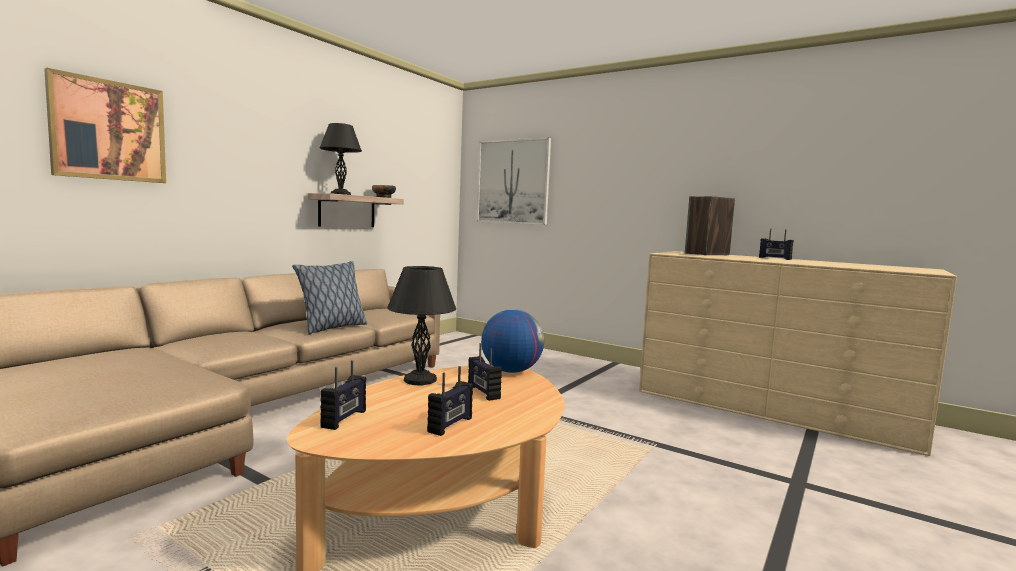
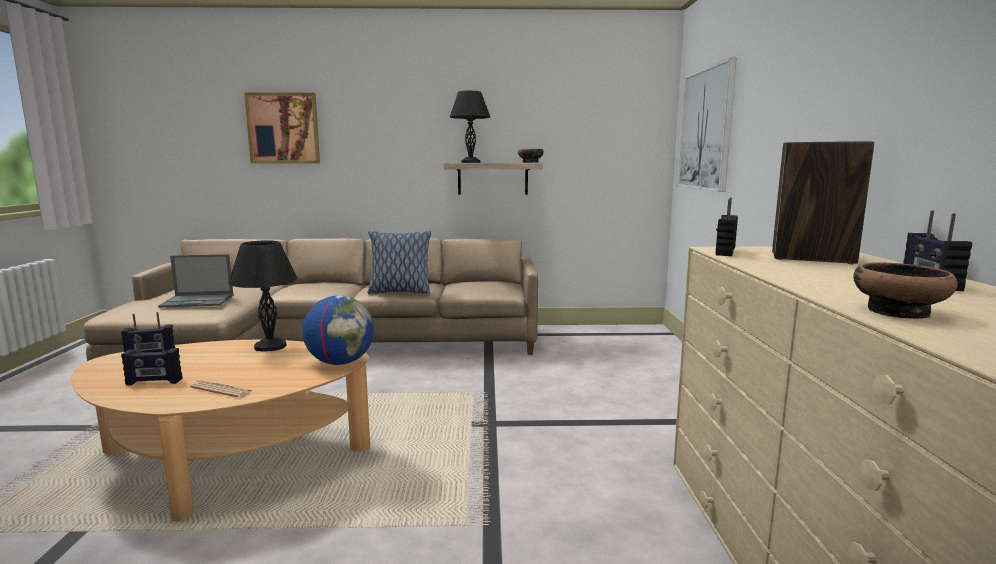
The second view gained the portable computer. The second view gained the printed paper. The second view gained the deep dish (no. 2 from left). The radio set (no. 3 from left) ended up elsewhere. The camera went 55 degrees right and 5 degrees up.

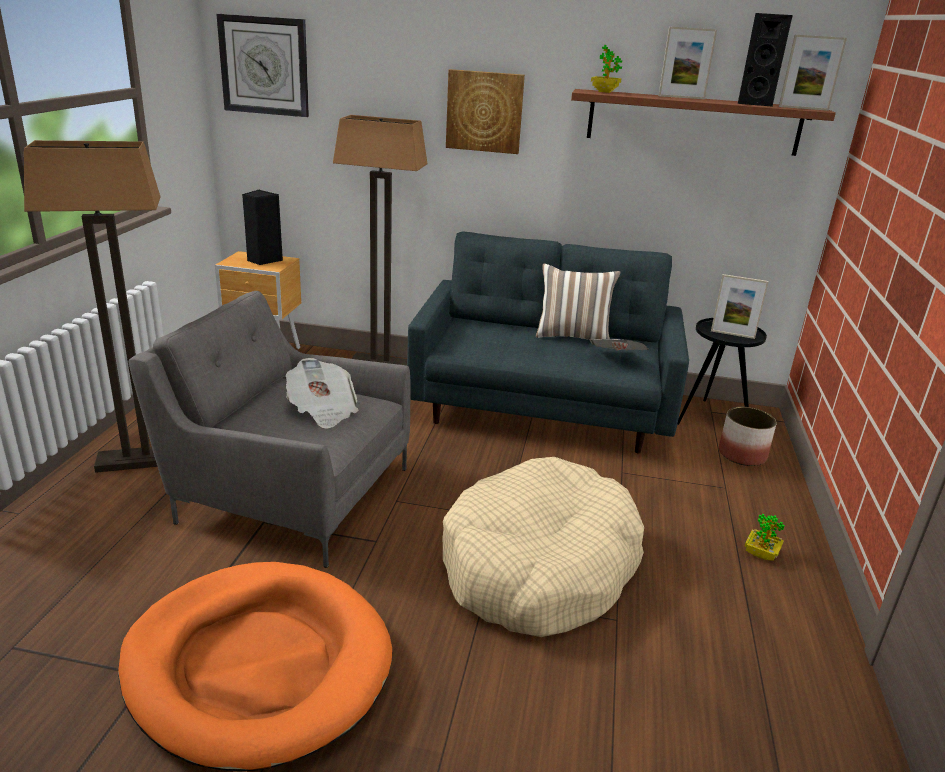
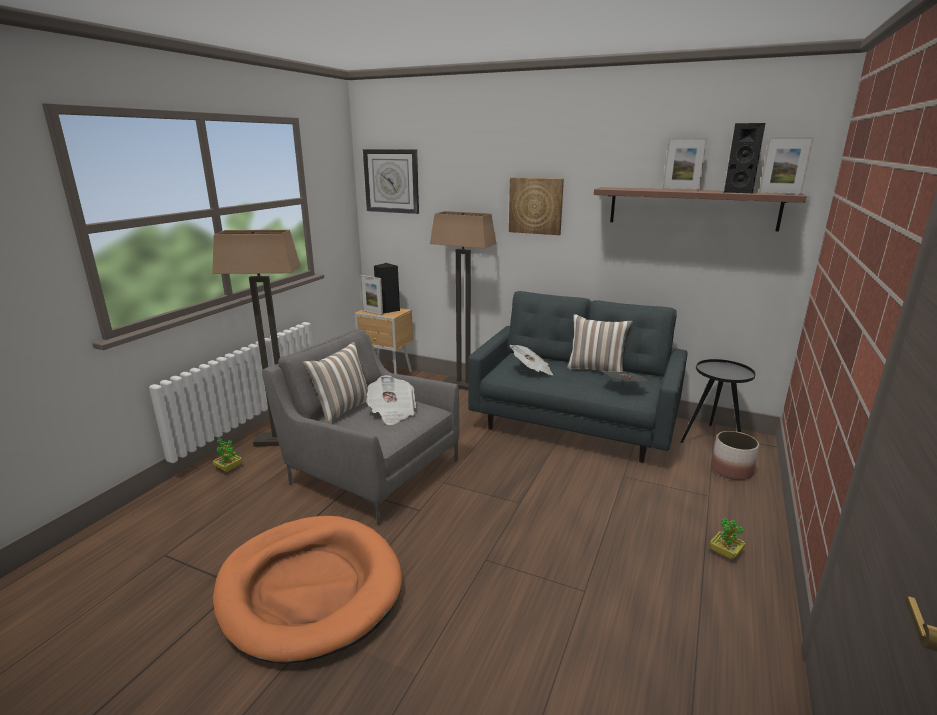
The second view lost the dog bed (sand-coloured). The second view gained the pillow (no. 1 from left). The second view gained the printed paper (no. 2 from left). The houseplant (no. 1 from left) ended up elsewhere. The picture frame (no. 2 from left in the first image) ended up elsewhere. The camera went 15 degrees right and 5 degrees down.

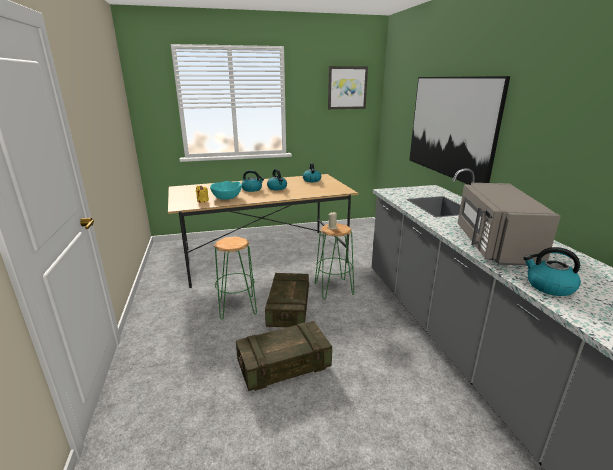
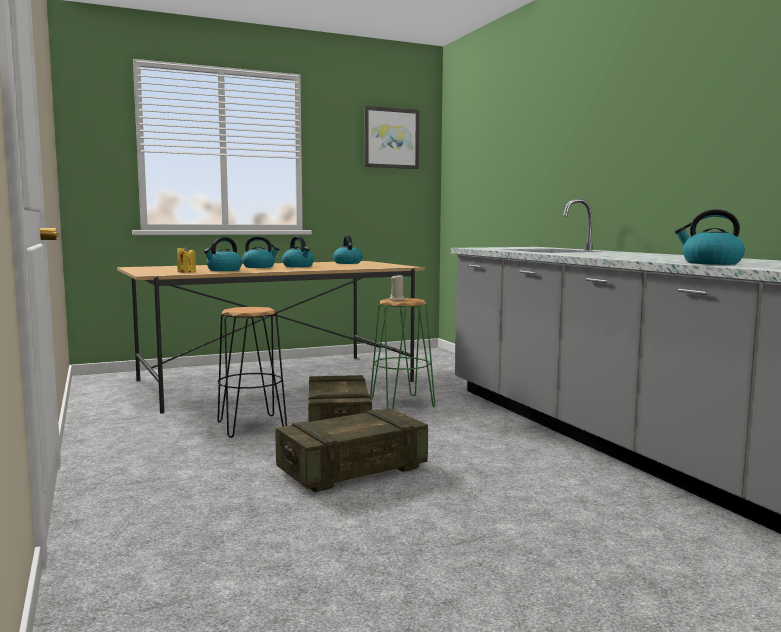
The second view lost the wall art (no. 2 from left). The second view lost the microwave (greyish). Where the deep dish (turquoise) stood, the tea kettle (no. 1 from left) came to stand. What was the stool (green) (no. 1 from left) turned into the stool (black). The camera went 10 degrees left and 15 degrees down.

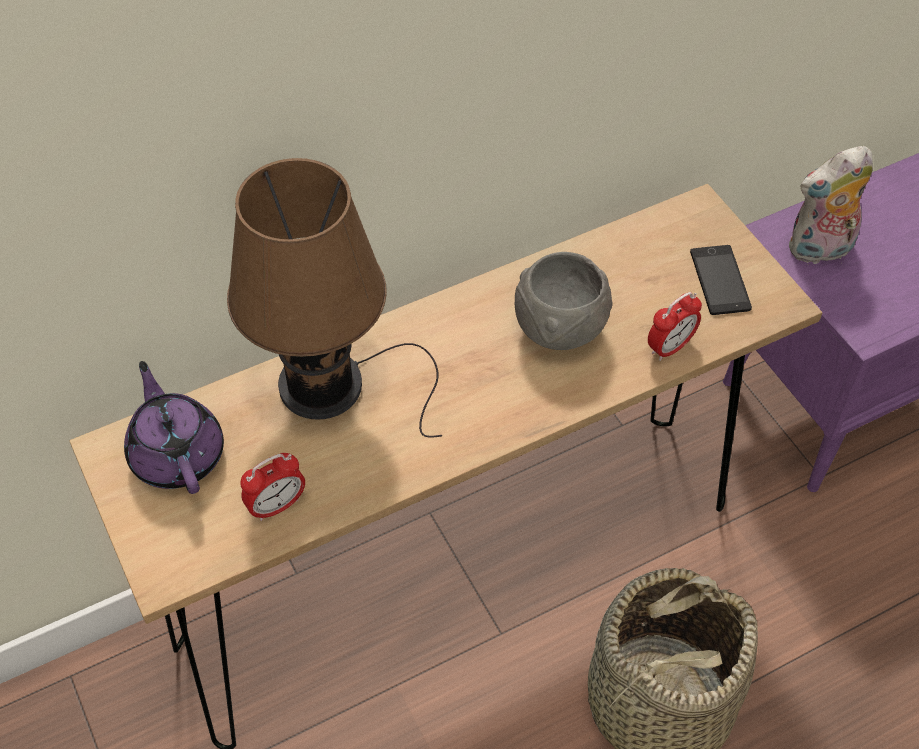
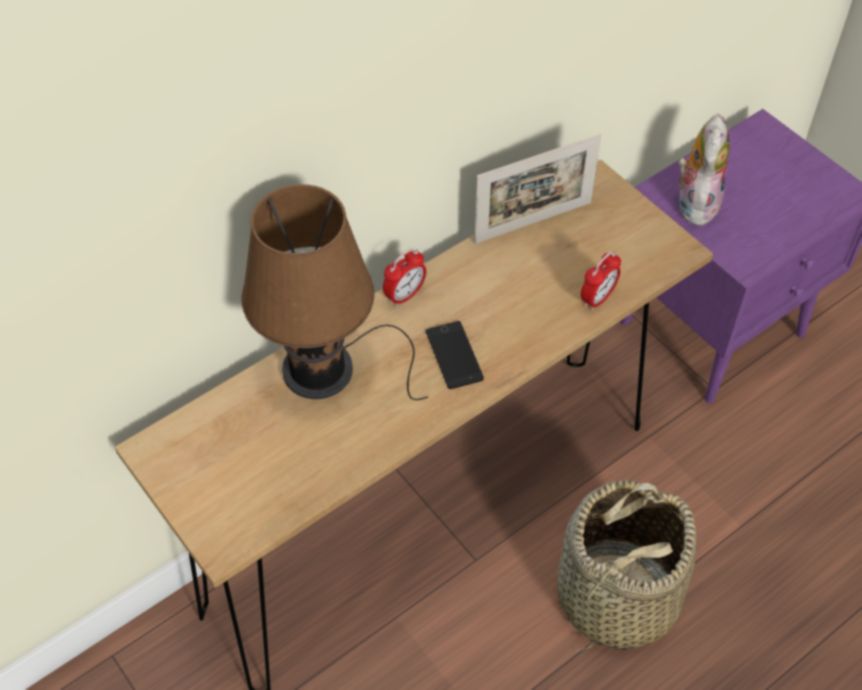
The second view lost the teapot (purple). The second view lost the deep dish (greyish). The second view gained the picture frame. The table clock (no. 1 from left) ended up elsewhere. The phone ended up elsewhere. The soft toy ended up facing another way, 135 degrees clockwise from before. The camera went 10 degrees left and 0 degrees up.

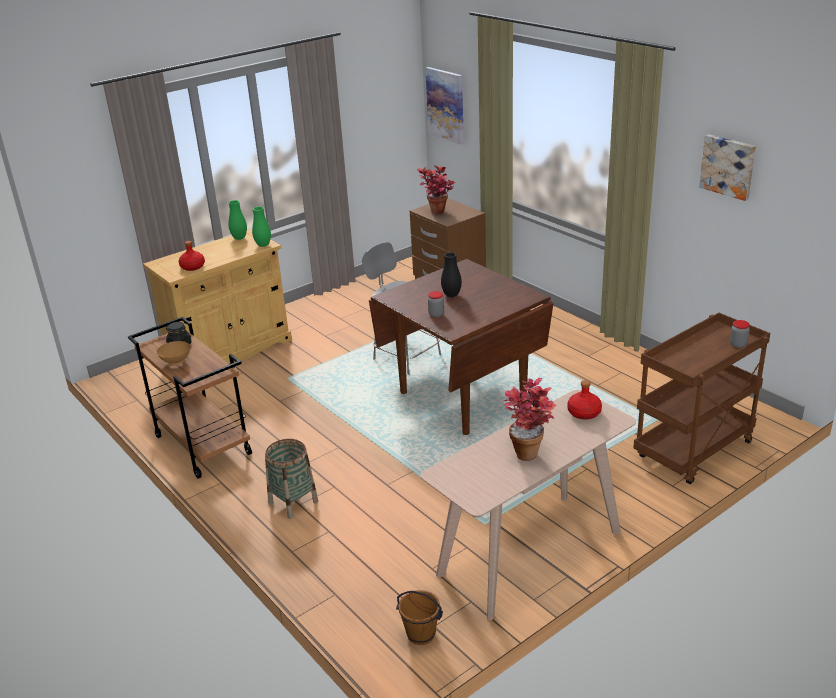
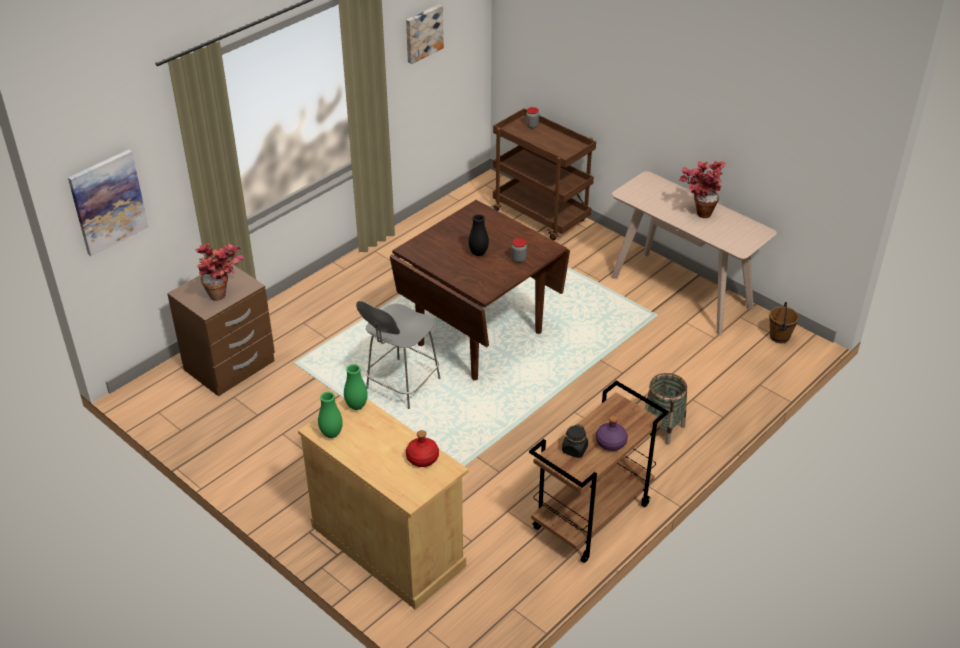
The second view lost the beverage bottle (red-coloured) (no. 2 from left). Where the deep dish (brownish) stood, the beverage bottle (purple) came to stand. The camera went 100 degrees left and 10 degrees up.

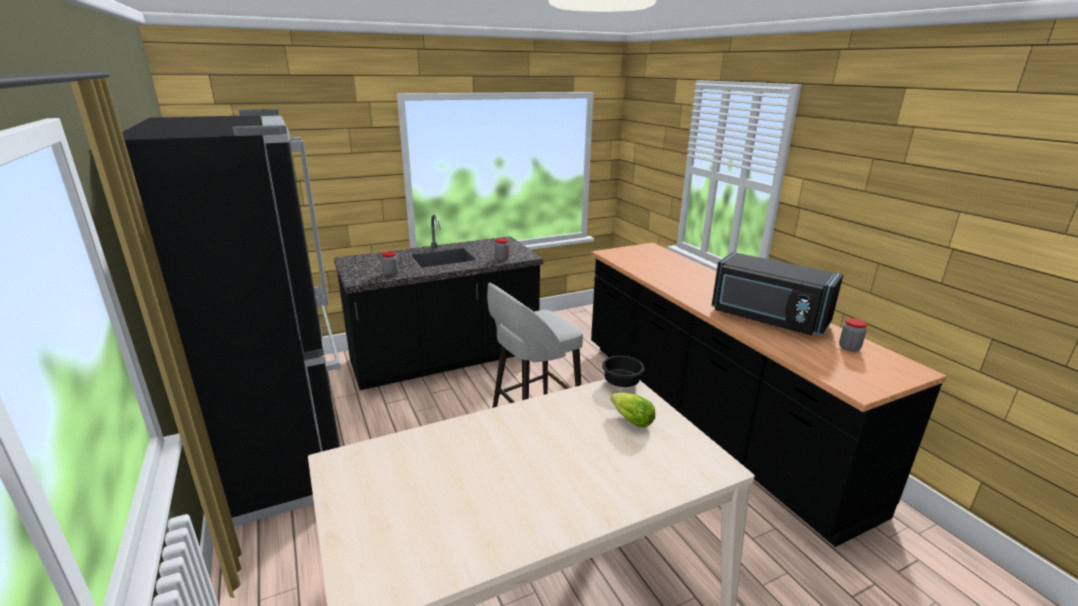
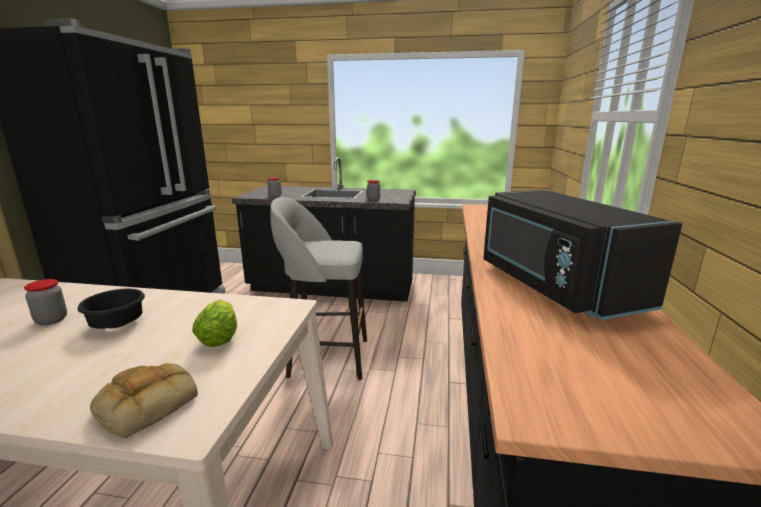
The second view gained the bread. The deep dish (black) ended up elsewhere. The jar (no. 3 from left in the first image) ended up elsewhere. The camera went 35 degrees right and 5 degrees down.

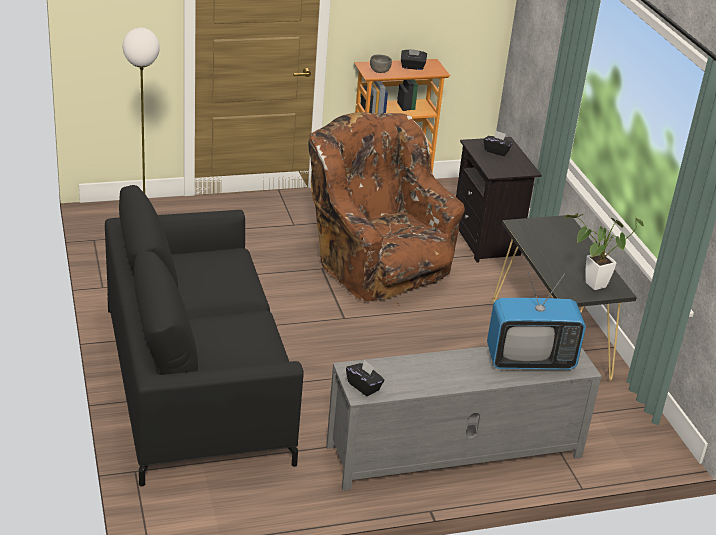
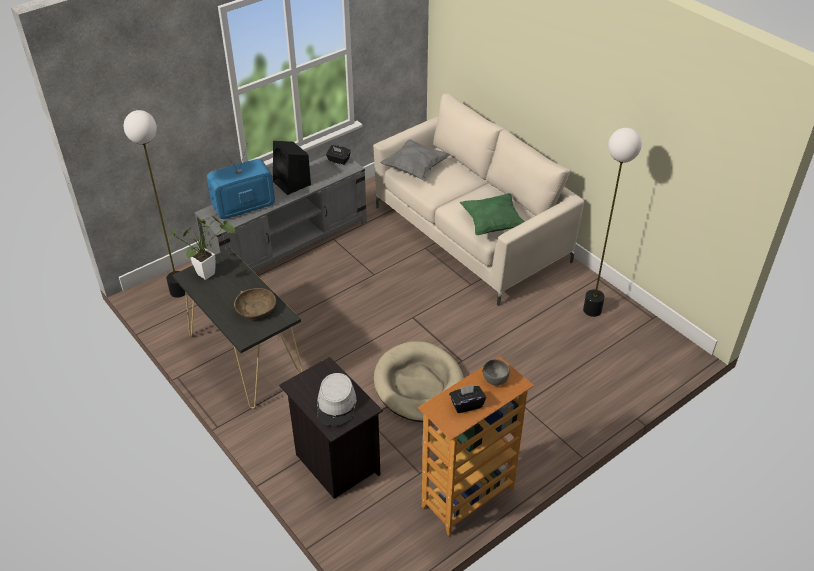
The second view gained the standard lamp (no. 1 from left). The second view gained the deep dish (brownish). The second view gained the audio speaker (black). The second view gained the pillow (greyish). The second view gained the pillow (green). Where the lounge chair (brownish) stood, the dog bed (sand-coloured) came to stand. Where the tissue box (black) (no. 3 from left) stood, the clothing hat (greyish) came to stand. What was the sofa (black) turned into the sofa (sand-coloured). The camera went 160 degrees right and 10 degrees up.

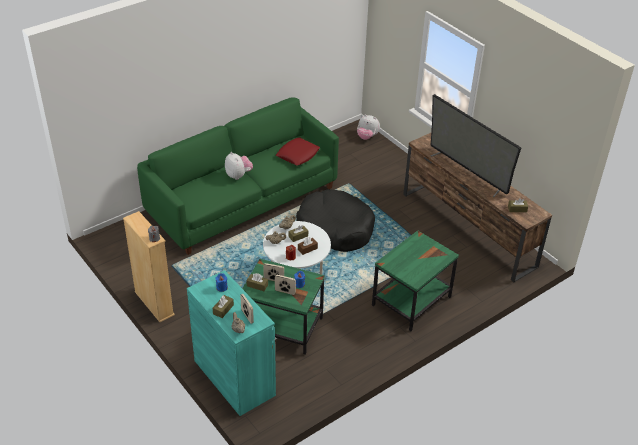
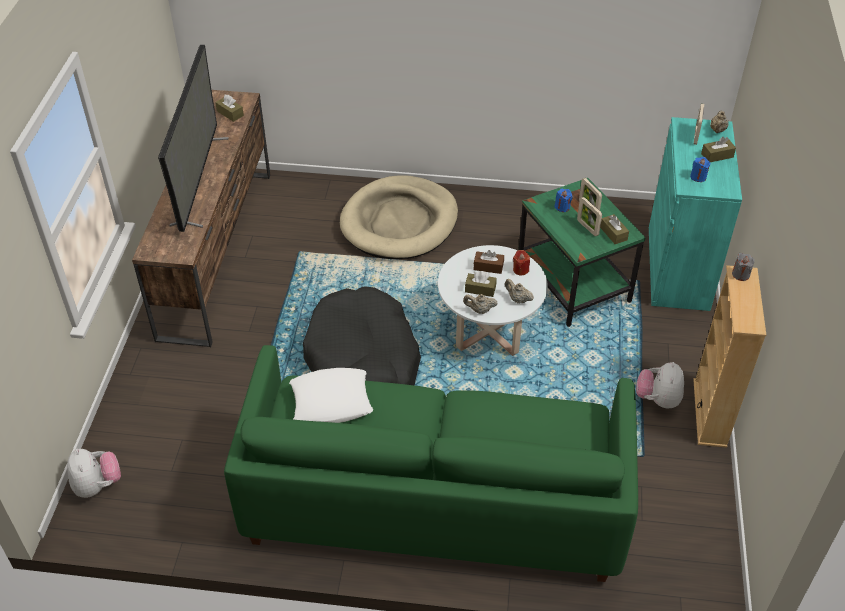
The soft toy (no. 1 from left in the first image) ended up elsewhere. Where the side table (green) (no. 2 from left) stood, the dog bed (sand-coloured) came to stand. What was the pillow (red-coloured) turned into the pillow (white-coloured). The camera went 135 degrees left and 5 degrees up.

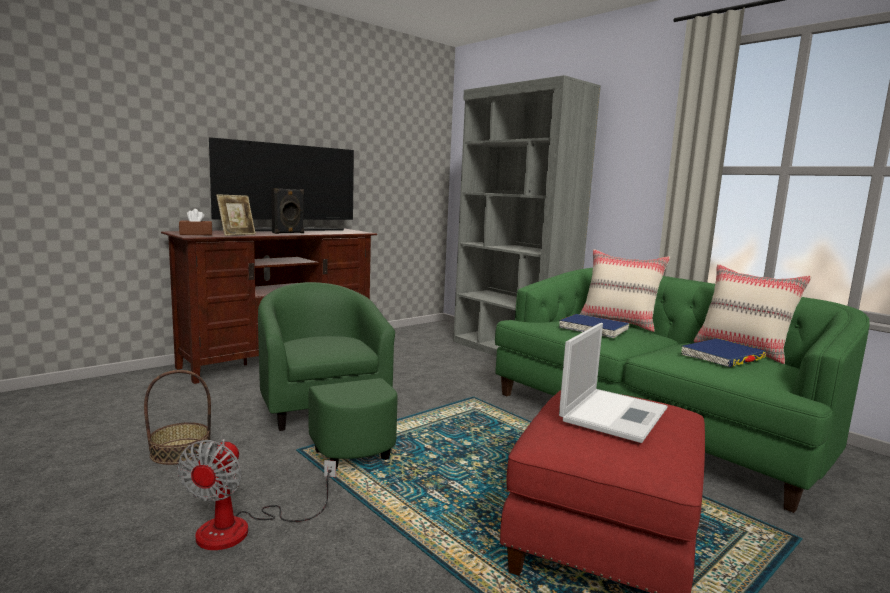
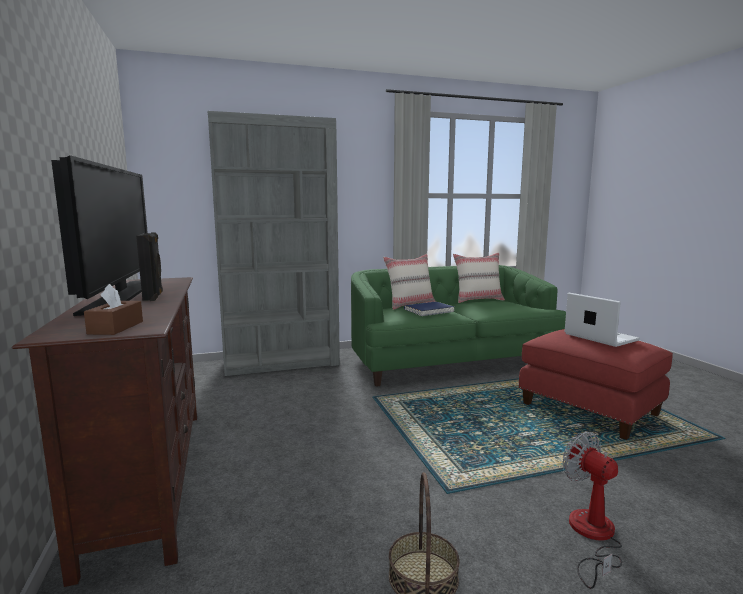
The second view lost the picture frame. The second view lost the lounge chair (green). The second view lost the volume (bluish) (no. 2 from left). The fan ended up facing another way, 150 degrees counterclockwise from before. The camera went 65 degrees left and 0 degrees up.

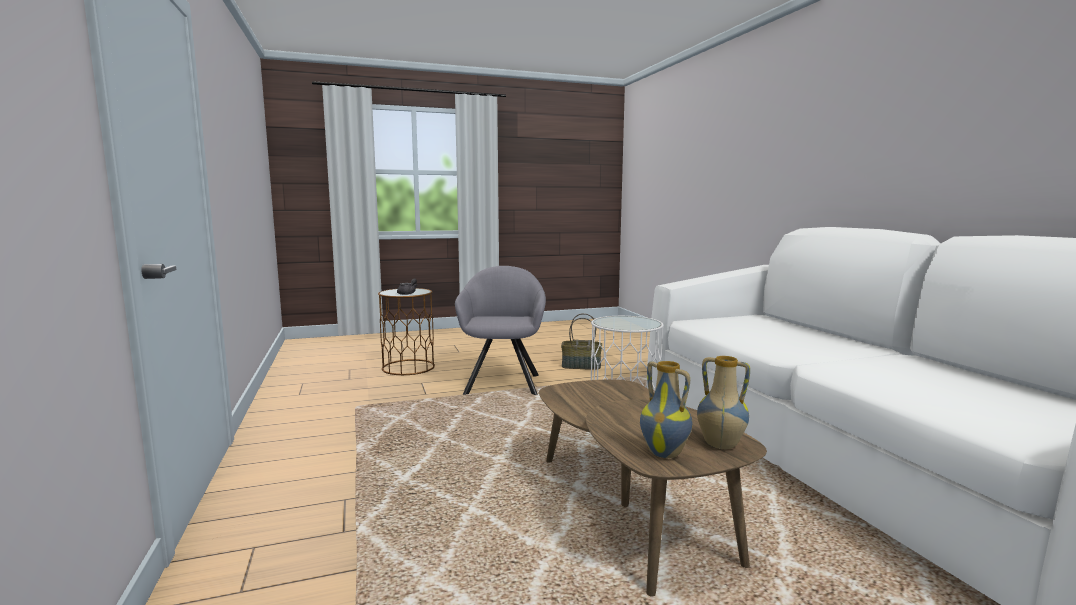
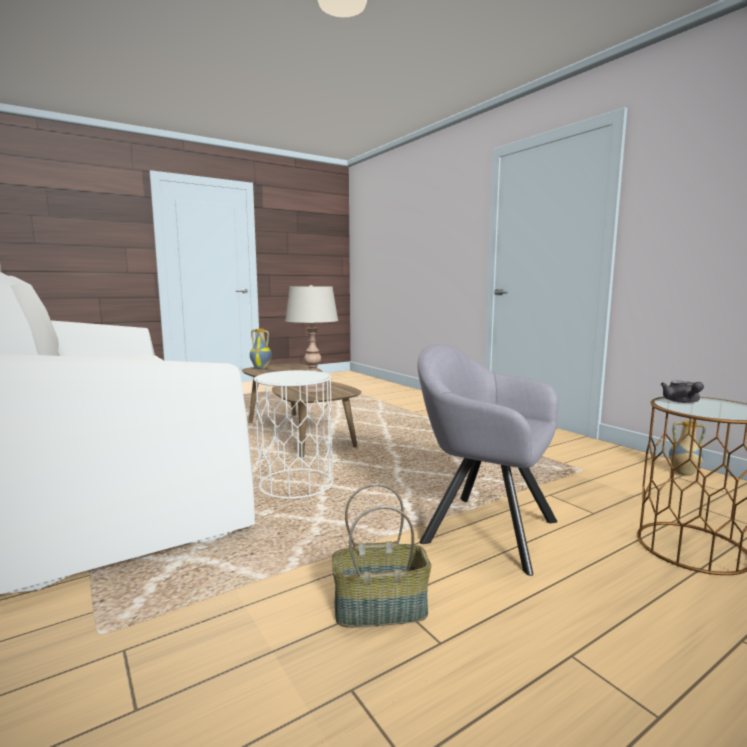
The second view gained the tabletop lamp (greyish). The decorative vase (no. 1 from left in the first image) ended up elsewhere. The lounge chair (greyish) ended up facing another way, 135 degrees clockwise from before. The camera went 165 degrees right and 0 degrees up.

